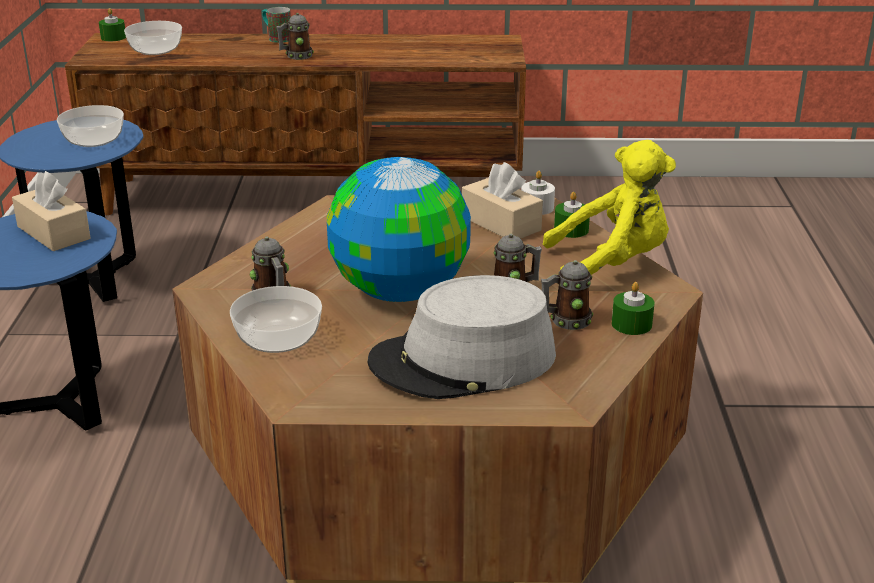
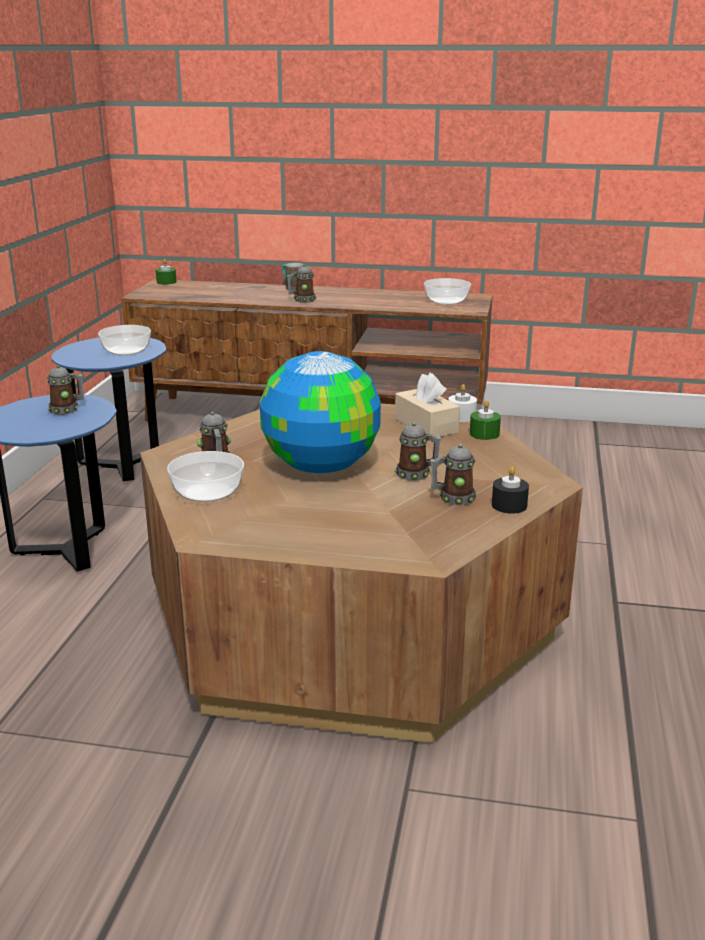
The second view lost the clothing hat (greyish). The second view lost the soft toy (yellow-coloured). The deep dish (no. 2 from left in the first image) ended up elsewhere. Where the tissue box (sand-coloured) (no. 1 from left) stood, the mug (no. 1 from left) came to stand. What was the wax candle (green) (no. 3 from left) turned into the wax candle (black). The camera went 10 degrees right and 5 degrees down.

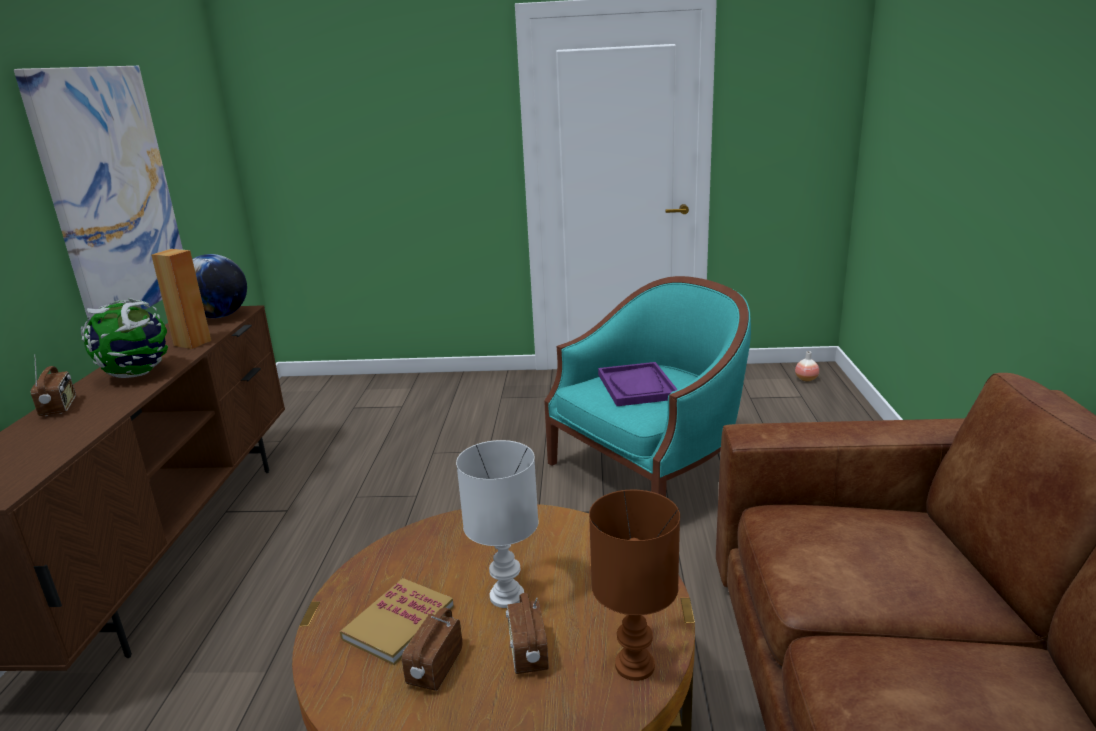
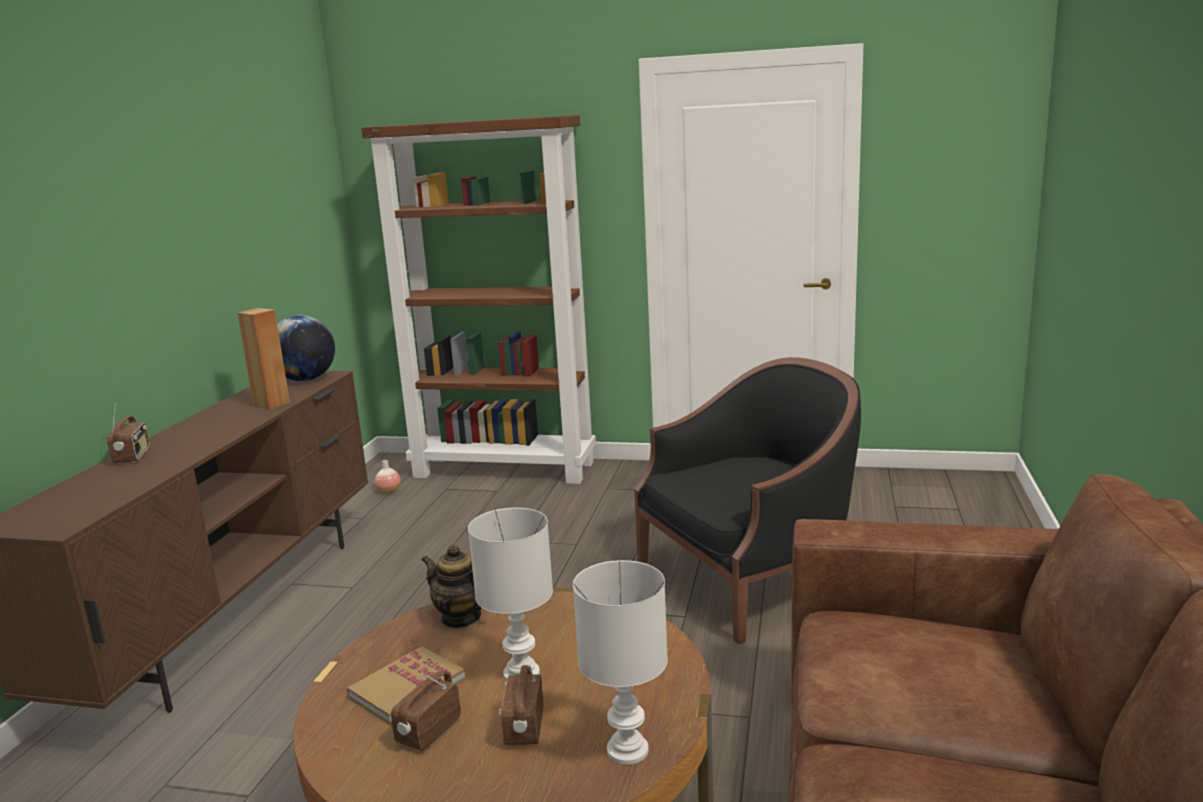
The second view lost the wall art. The second view lost the desk globe (no. 1 from left). The second view lost the carrying tray (purple). The second view gained the bookshelf (brownish). The second view gained the teapot. The decorative vase ended up elsewhere. What was the lounge chair (turquoise) turned into the lounge chair (black). What was the tabletop lamp (brownish) turned into the tabletop lamp (white-coloured) (no. 2 from left). The camera went 10 degrees right and 5 degrees down.

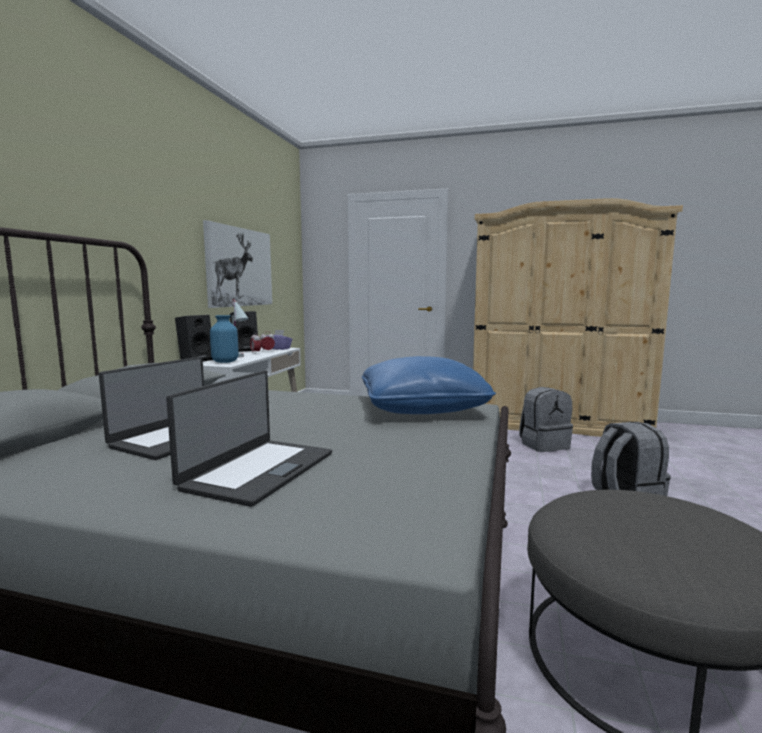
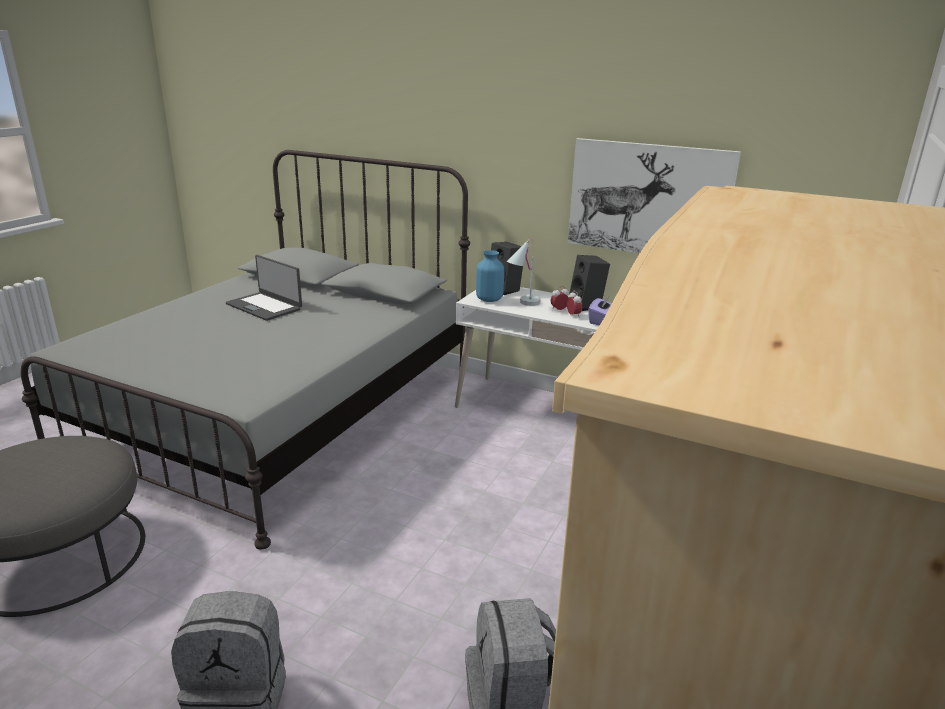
The second view lost the portable computer (no. 2 from left). The second view lost the pillow (bluish). The camera went 100 degrees right and 15 degrees up.

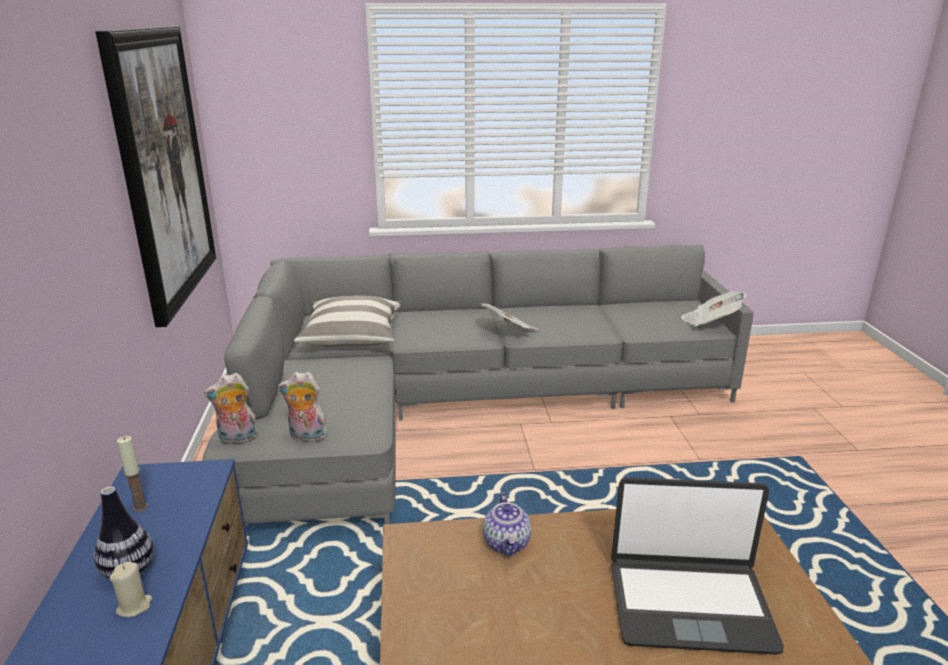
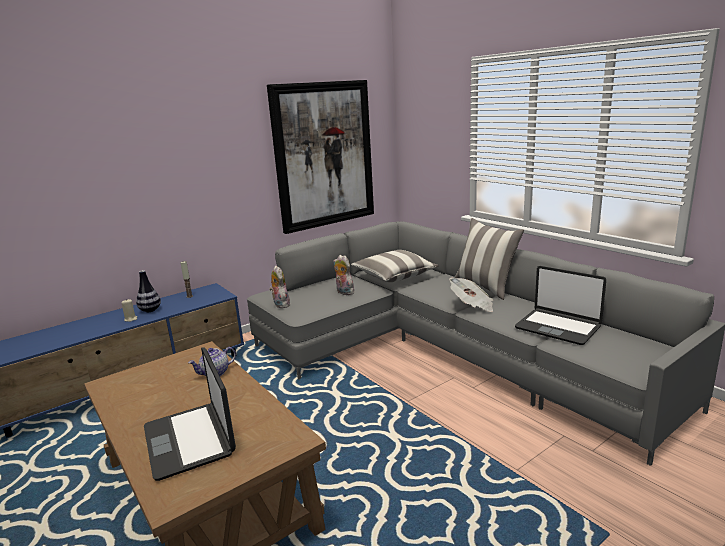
The second view lost the printed paper (no. 2 from left). The second view gained the pillow (no. 2 from left). The second view gained the portable computer (no. 2 from left). The soft toy (no. 1 from left in the first image) ended up elsewhere. The camera went 60 degrees right and 5 degrees down.

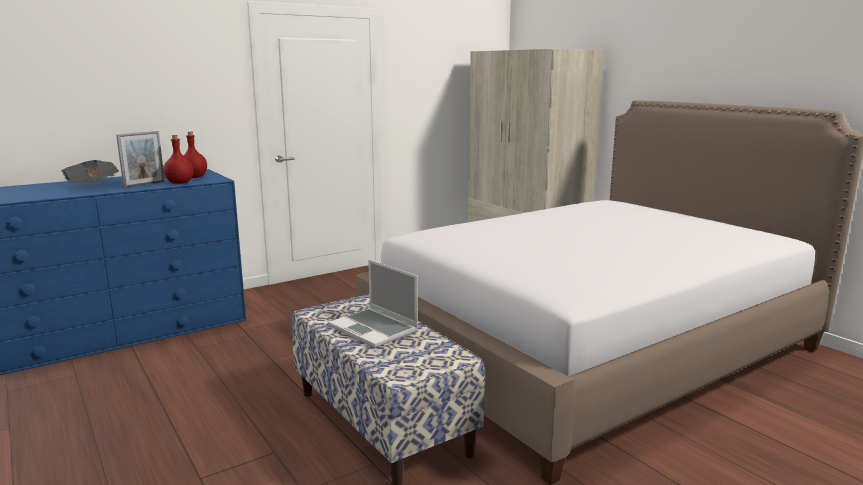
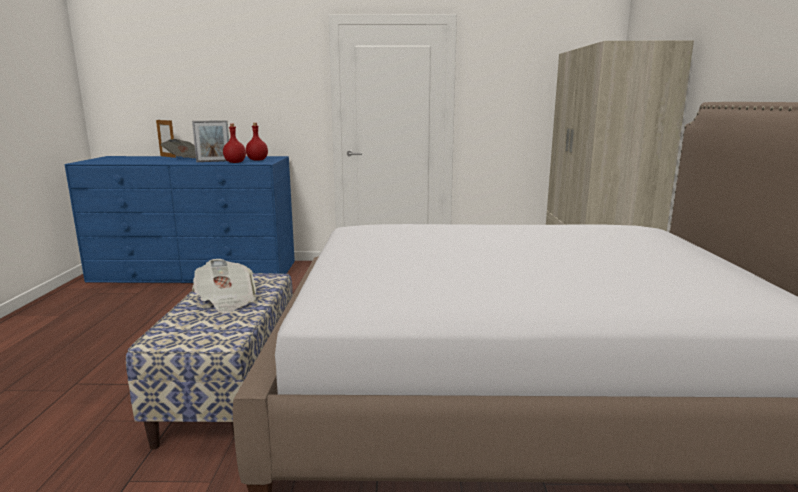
The second view gained the picture frame (no. 1 from left). Where the portable computer stood, the printed paper (no. 2 from left) came to stand. The camera went 35 degrees right and 0 degrees up.

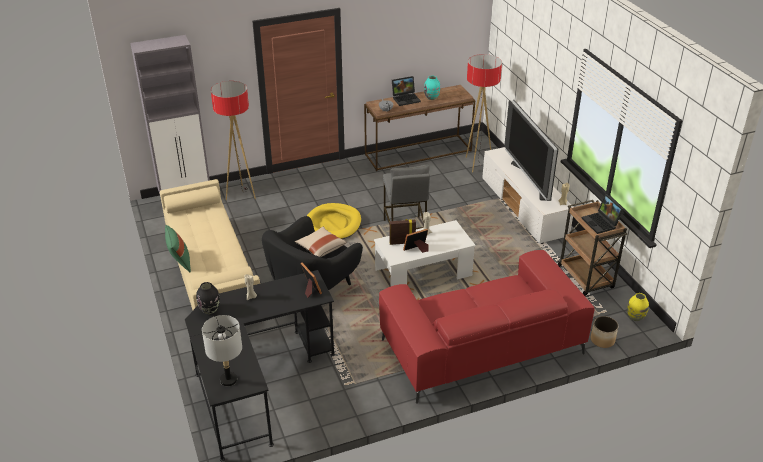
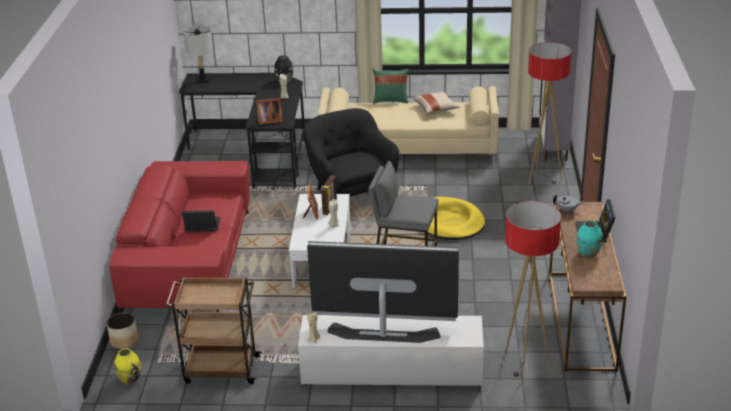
The pillow (sand-coloured) ended up elsewhere. The portable computer (no. 2 from left in the first image) ended up elsewhere. The camera went 115 degrees right and 5 degrees down.

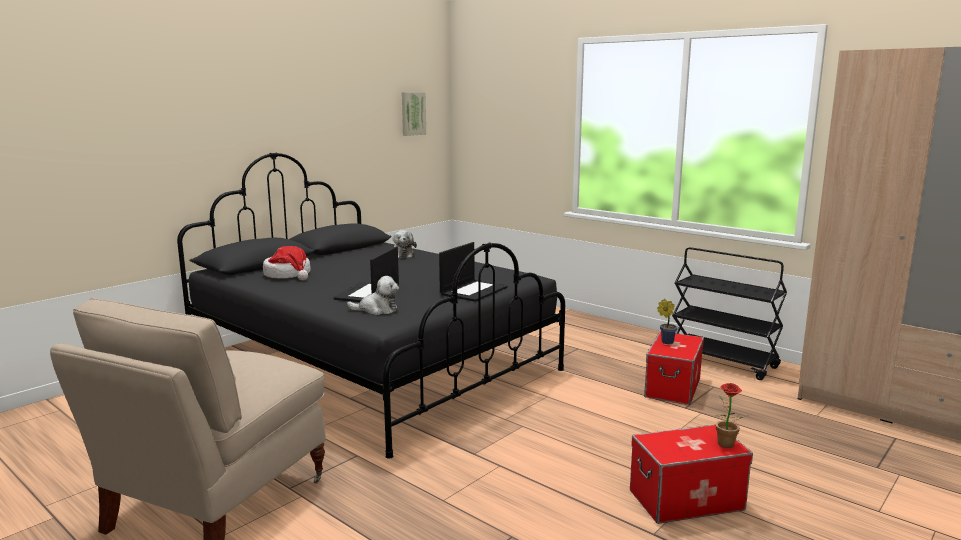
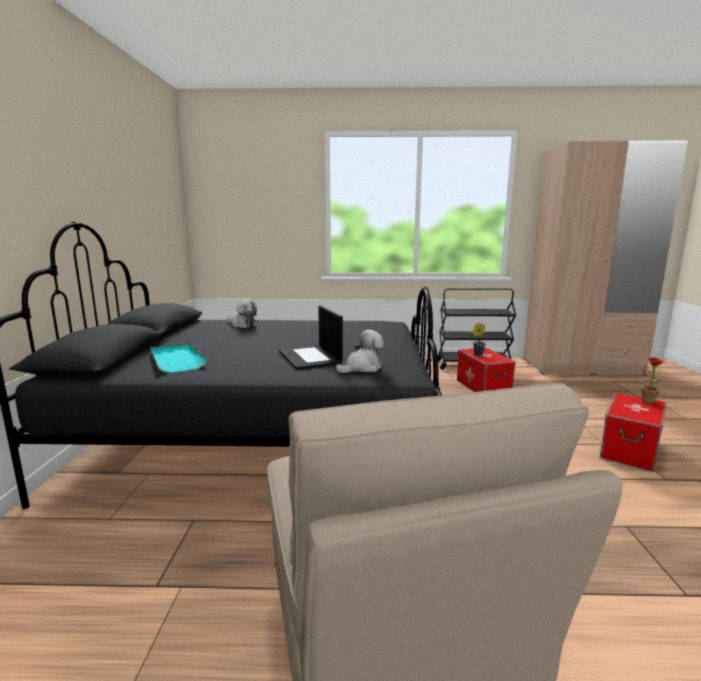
The second view lost the wall art. The second view lost the portable computer (no. 2 from left). Where the clothing hat stood, the carrying tray (turquoise) came to stand. The camera went 40 degrees left and 0 degrees up.

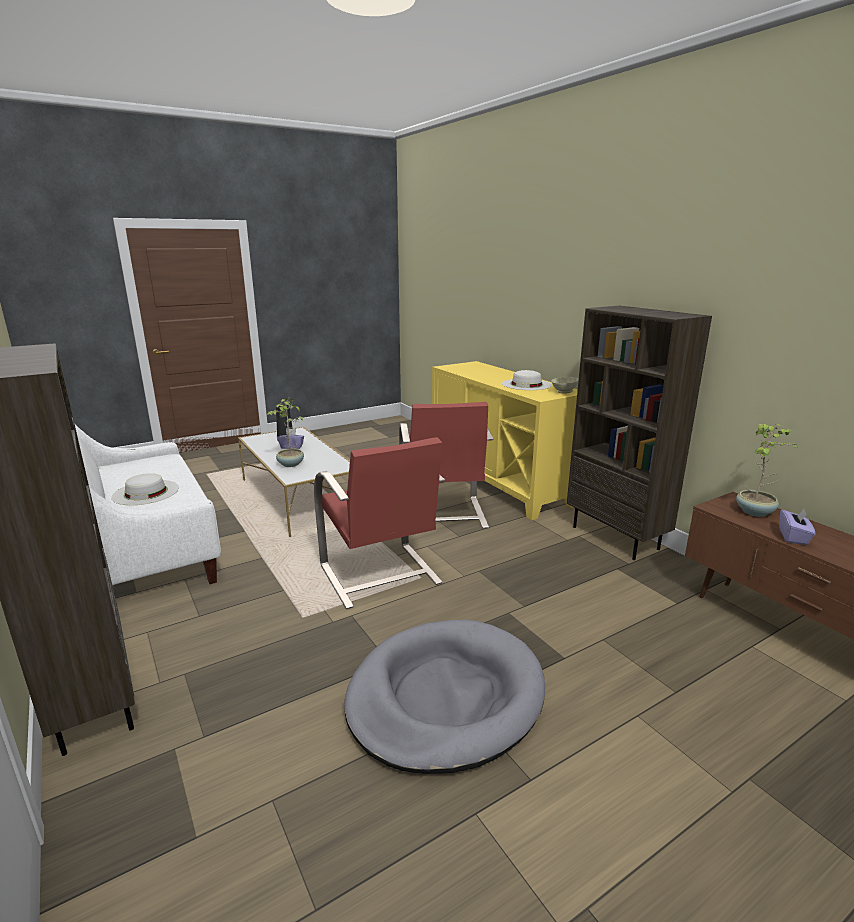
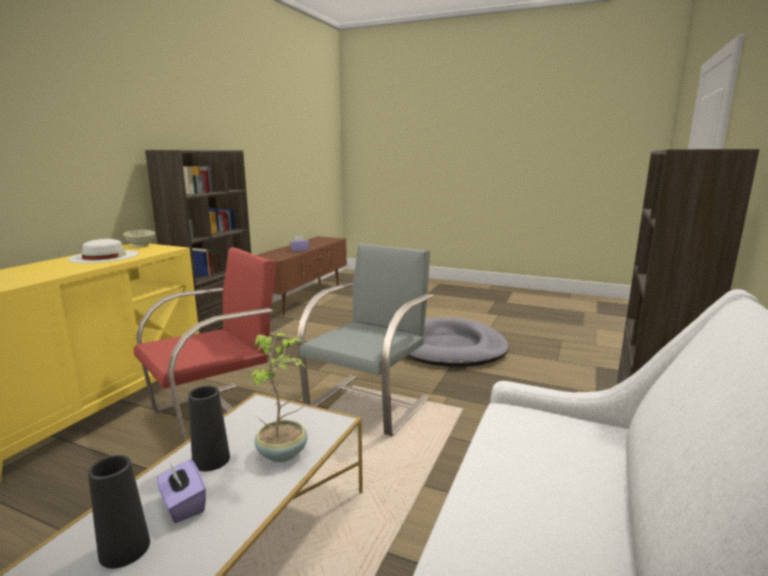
The second view lost the clothing hat (white-coloured) (no. 1 from left). The second view lost the houseplant (no. 2 from left). The second view gained the decorative vase (black) (no. 2 from left). What was the lounge chair (red-coloured) (no. 1 from left) turned into the lounge chair (greyish). The camera went 125 degrees left and 5 degrees down.

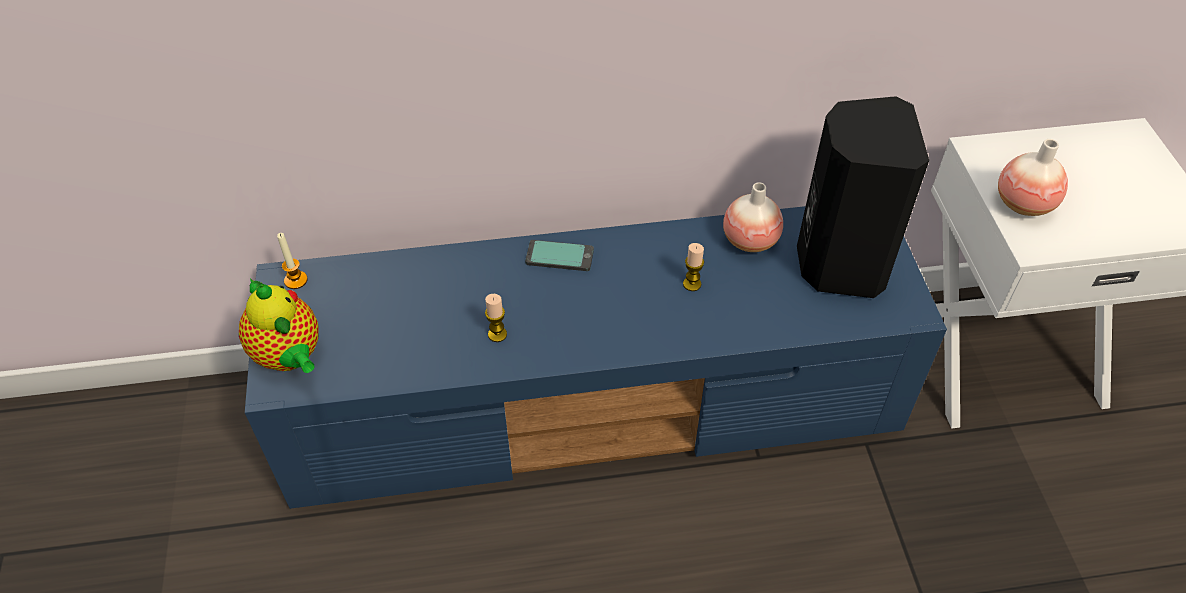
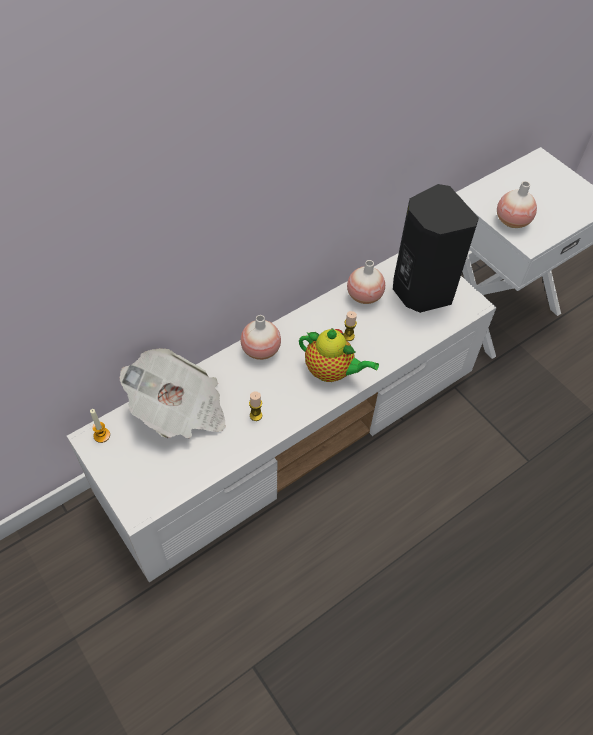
The second view gained the printed paper. The teapot ended up elsewhere. Where the phone stood, the decorative vase (no. 1 from left) came to stand. What was the media console (bluish) turned into the media console (white-coloured). The camera went 30 degrees left and 5 degrees up.

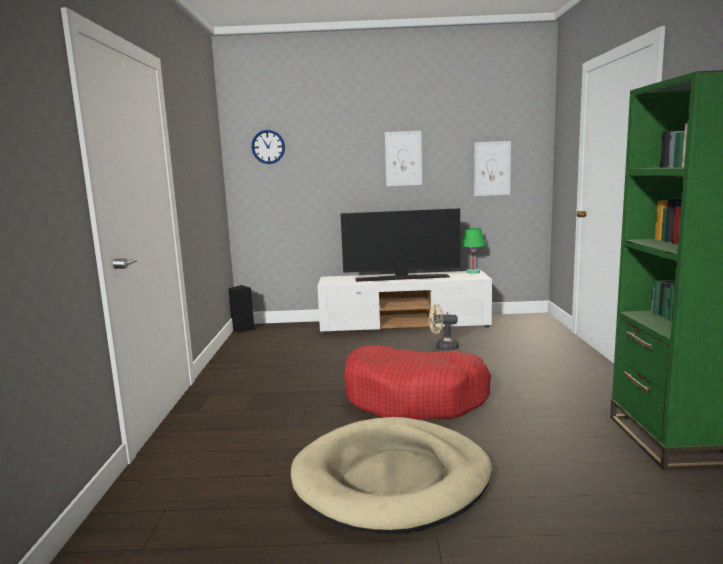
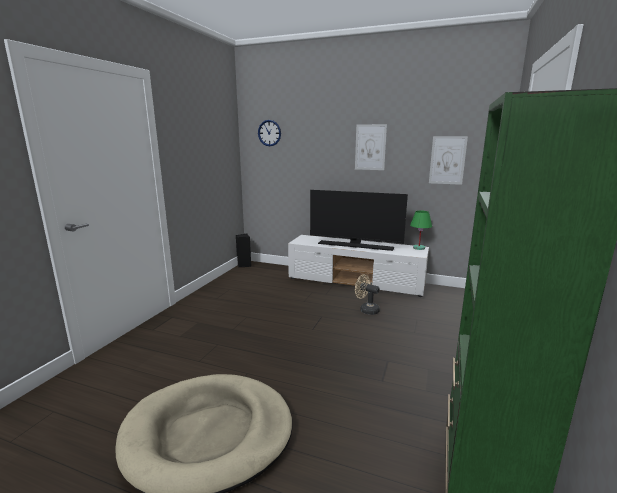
The second view lost the dog bed (red-coloured). The camera went 20 degrees right and 5 degrees up.

